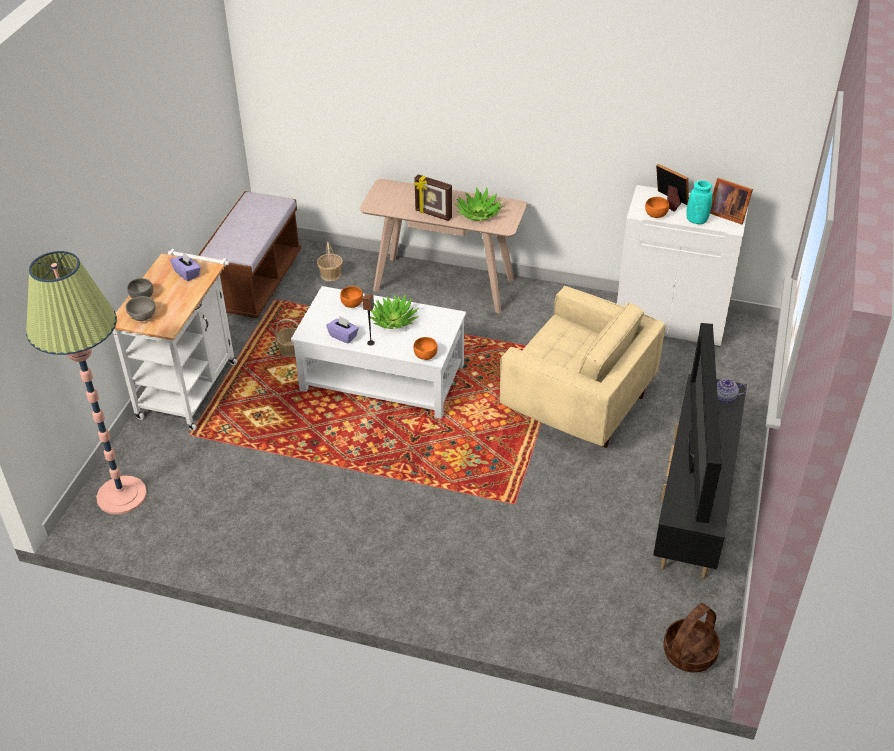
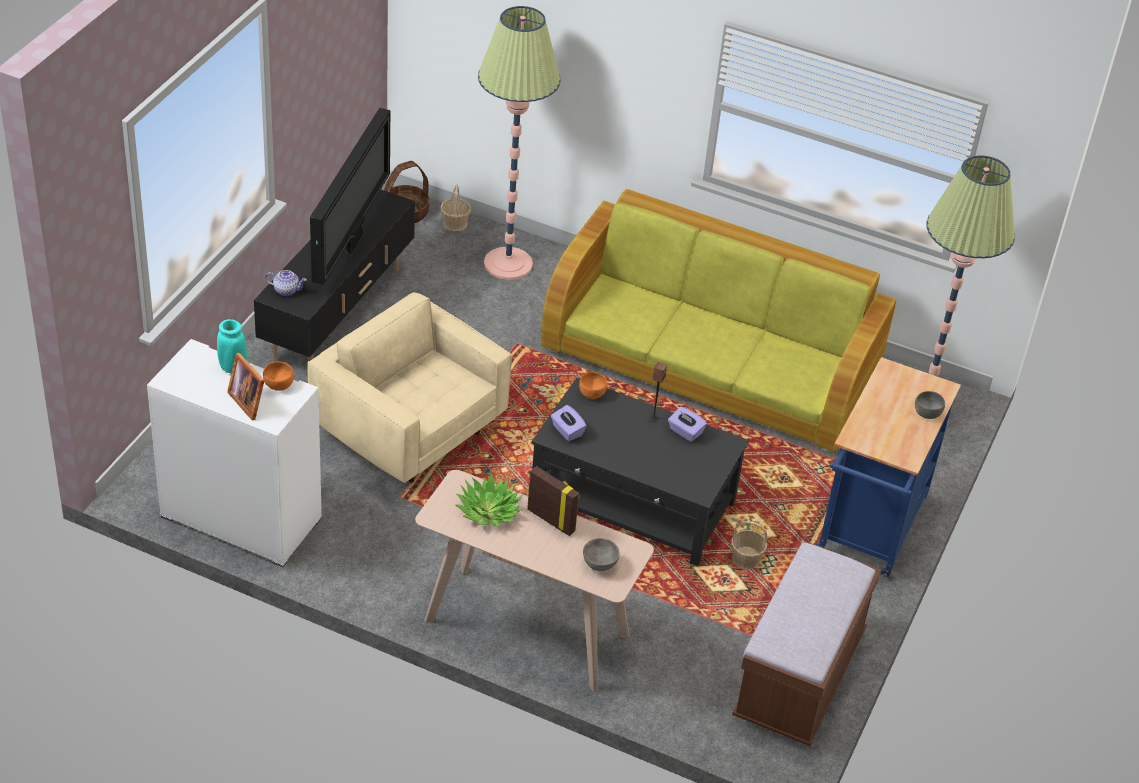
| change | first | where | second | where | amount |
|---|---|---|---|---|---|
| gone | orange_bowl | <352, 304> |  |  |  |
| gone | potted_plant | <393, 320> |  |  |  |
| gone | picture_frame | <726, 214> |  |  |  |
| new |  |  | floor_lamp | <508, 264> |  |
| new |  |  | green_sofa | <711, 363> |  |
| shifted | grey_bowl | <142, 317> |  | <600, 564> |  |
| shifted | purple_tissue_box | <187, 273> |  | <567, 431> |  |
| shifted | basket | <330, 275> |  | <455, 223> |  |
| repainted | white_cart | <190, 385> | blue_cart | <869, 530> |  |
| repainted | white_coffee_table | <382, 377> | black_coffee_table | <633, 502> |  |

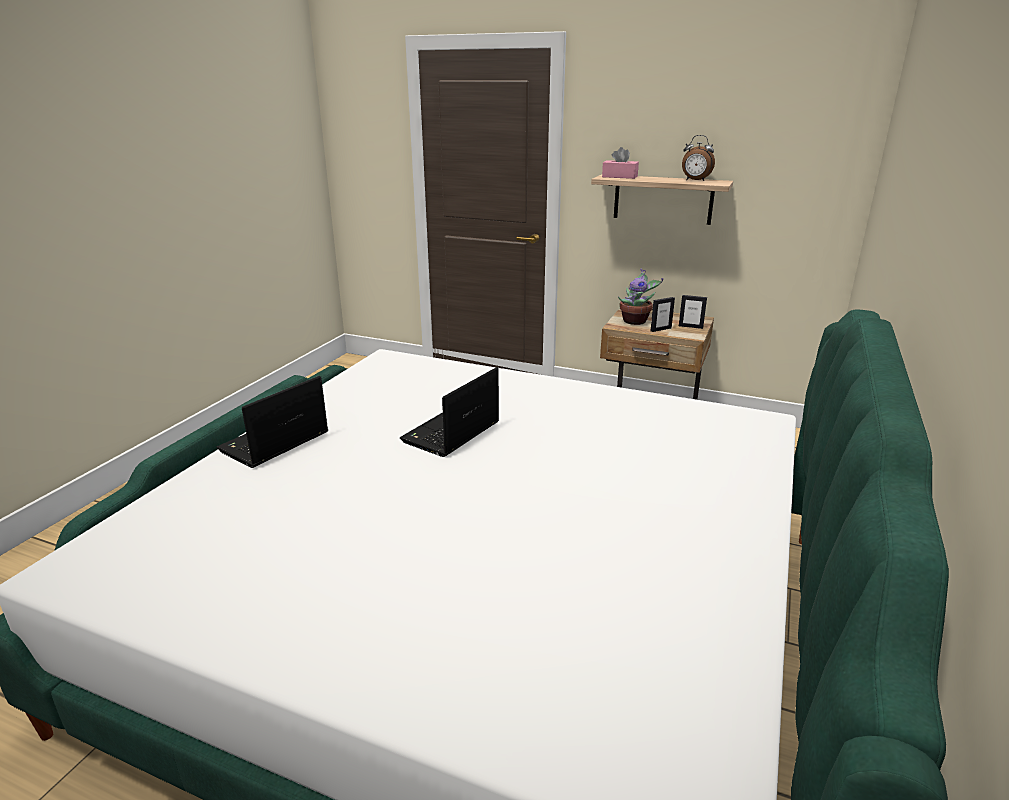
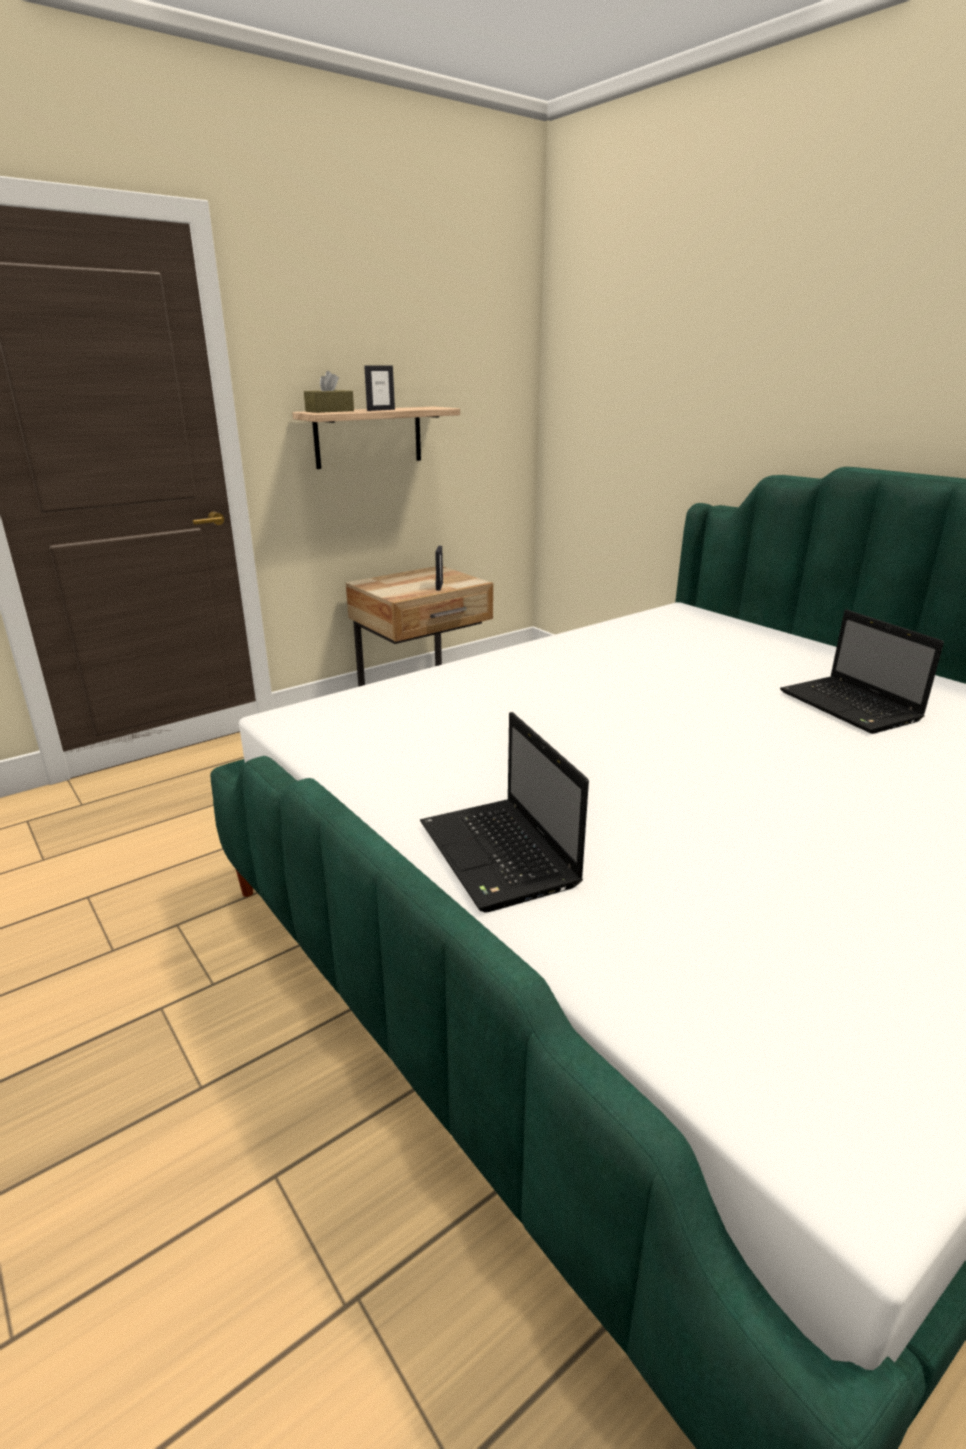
| change | first | where | second | where | amount |
|---|---|---|---|---|---|
| gone | potted_plant | <636, 321> |  |  |  |
| gone | alarm_clock | <695, 180> |  |  |  |
| shifted | laptop | <450, 433> |  | <852, 707> |  |
| shifted | picture_frame | <690, 326> |  | <380, 410> |  |
| repainted | pink_tissue_box | <619, 177> | brown_tissue_box | <330, 411> |  |

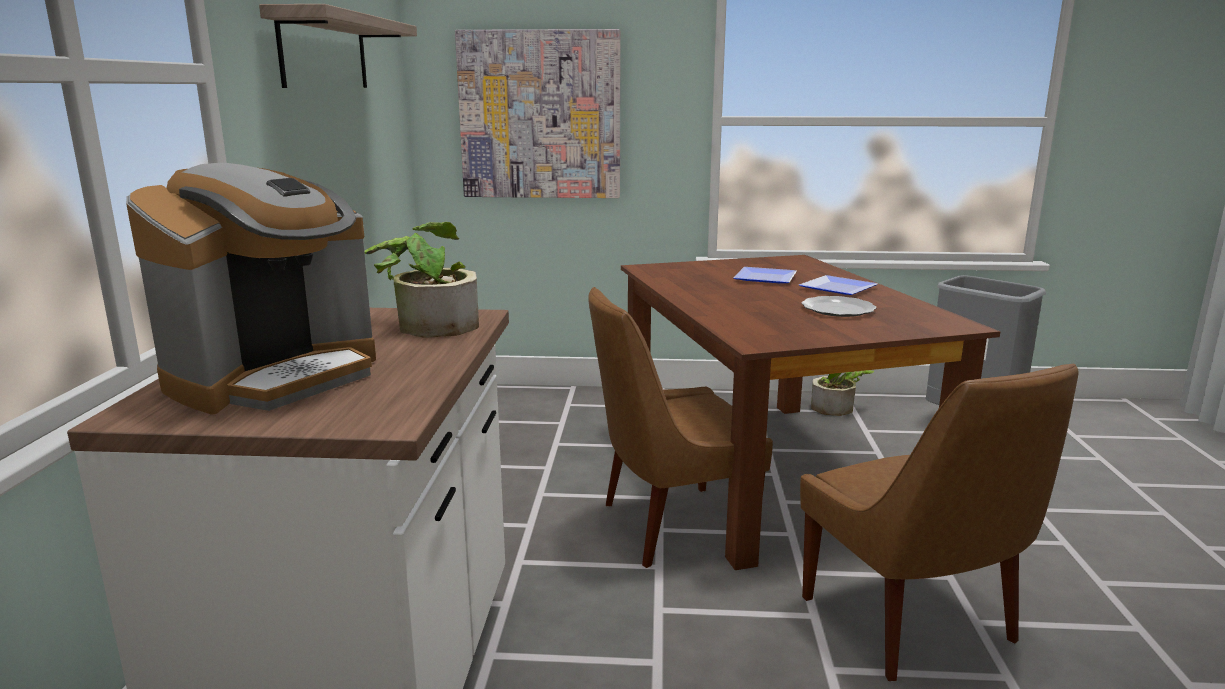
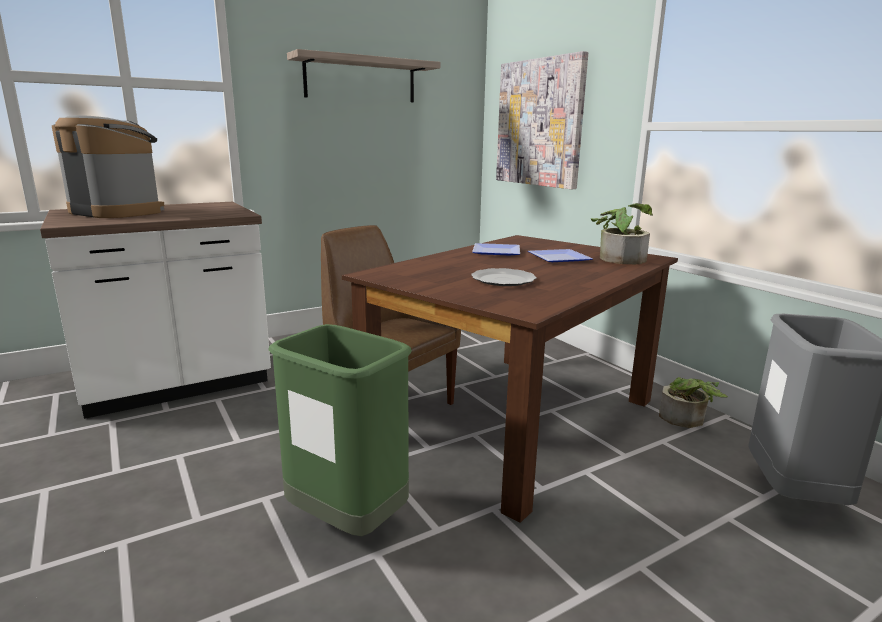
| change | first | where | second | where | amount |
|---|---|---|---|---|---|
| shifted | potted_plant | <429, 324> |  | <619, 258> |  |
| shifted | plate | <840, 288> |  | <498, 252> |  |
| swapped | brown_chair | <912, 624> | green_trash_can | <347, 522> |  |
| rotated | coffee_machine | <276, 377> |  | <118, 212> | 150 degrees counterclockwise |

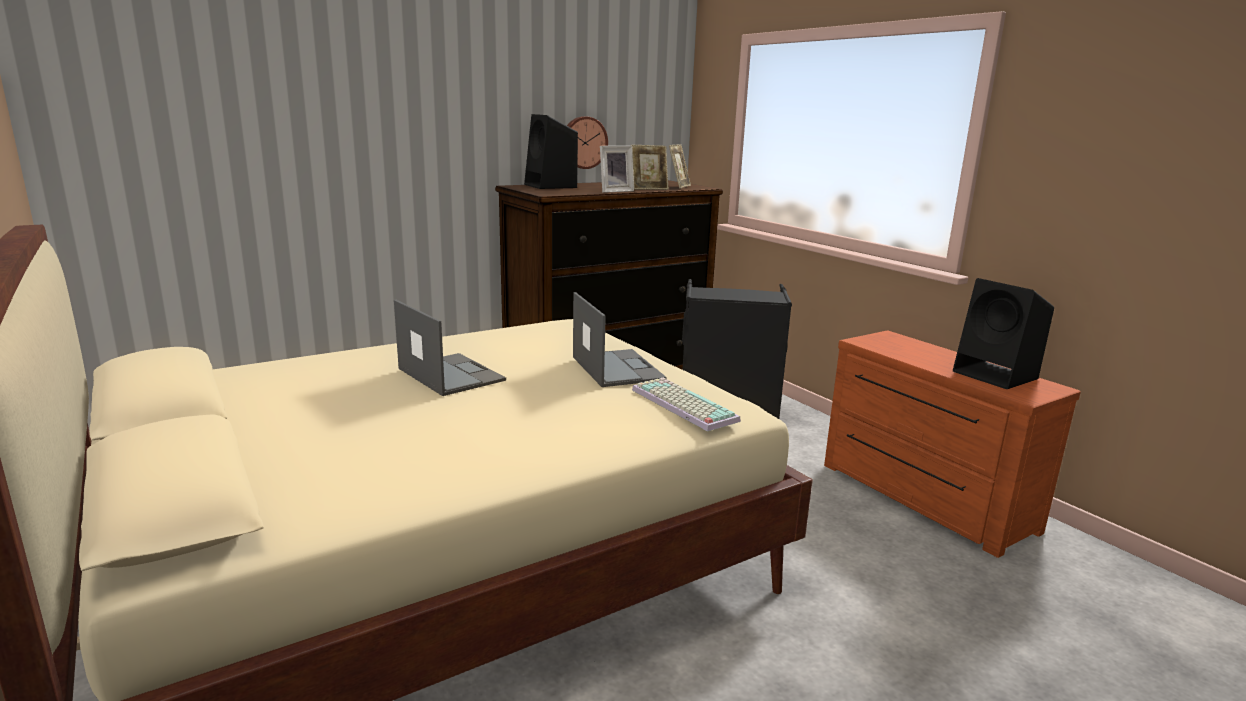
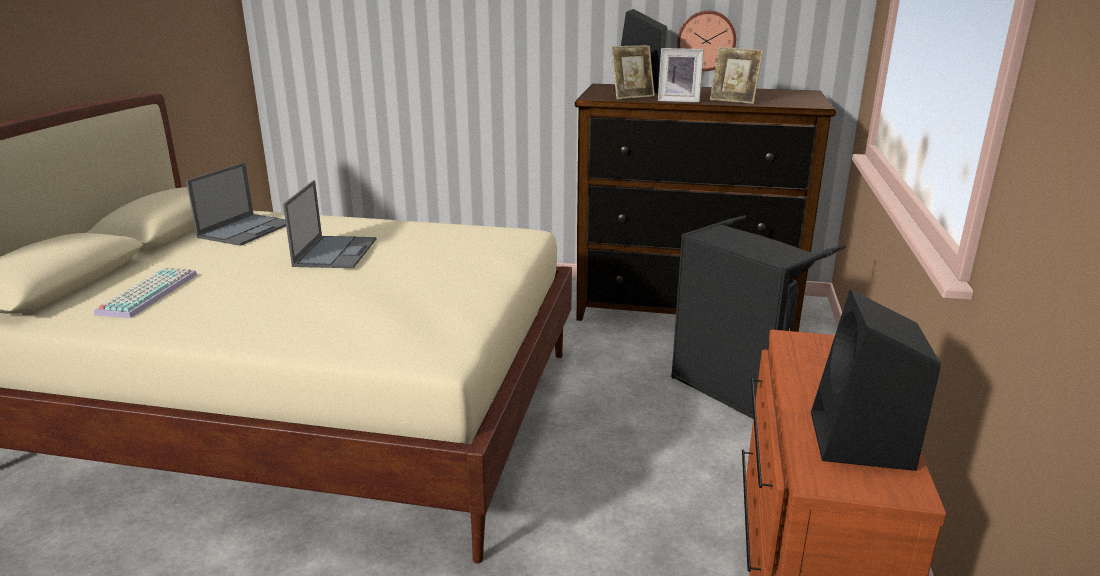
| change | first | where | second | where | amount |
|---|---|---|---|---|---|
| shifted | laptop | <616, 368> |  | <247, 229> |  |
| shifted | keyboard | <680, 405> |  | <147, 293> |  |
| shifted | picture_frame | <679, 186> |  | <632, 97> |  |

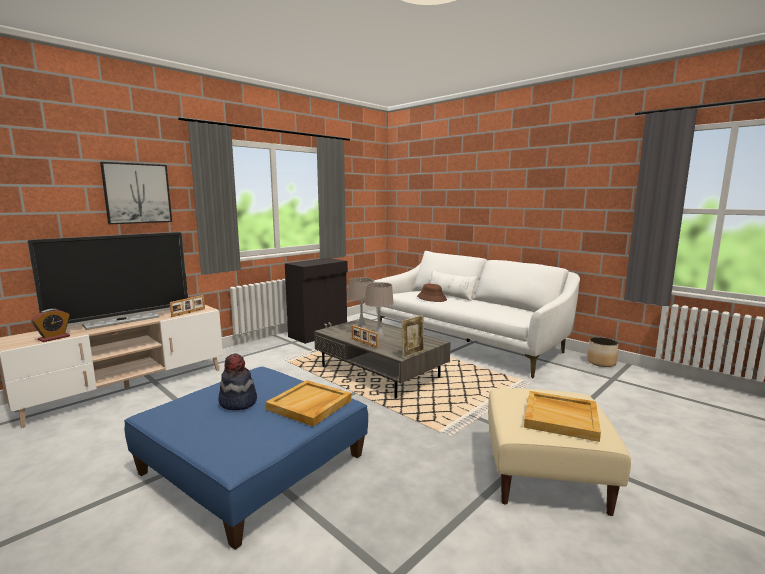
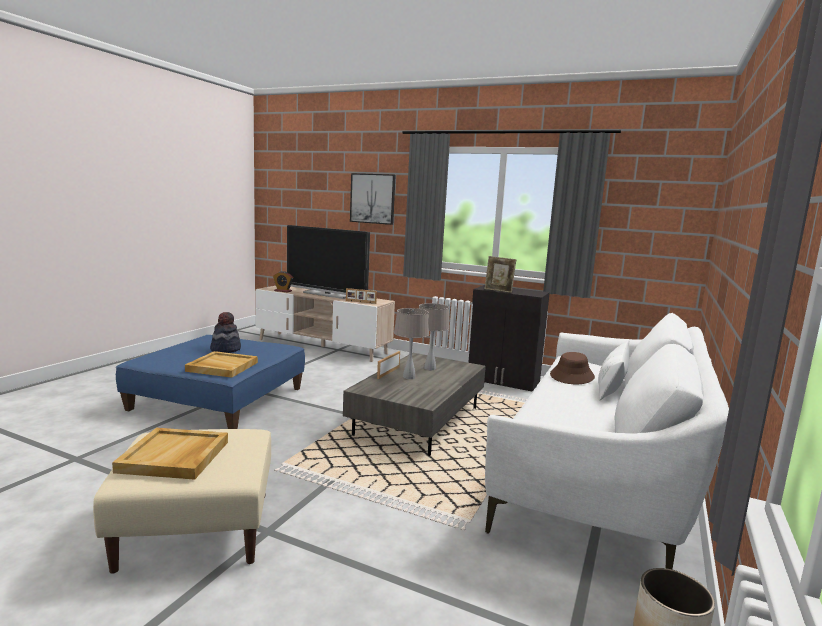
| change | first | where | second | where | amount |
|---|---|---|---|---|---|
| shifted | picture_frame | <413, 354> |  | <498, 290> |  |

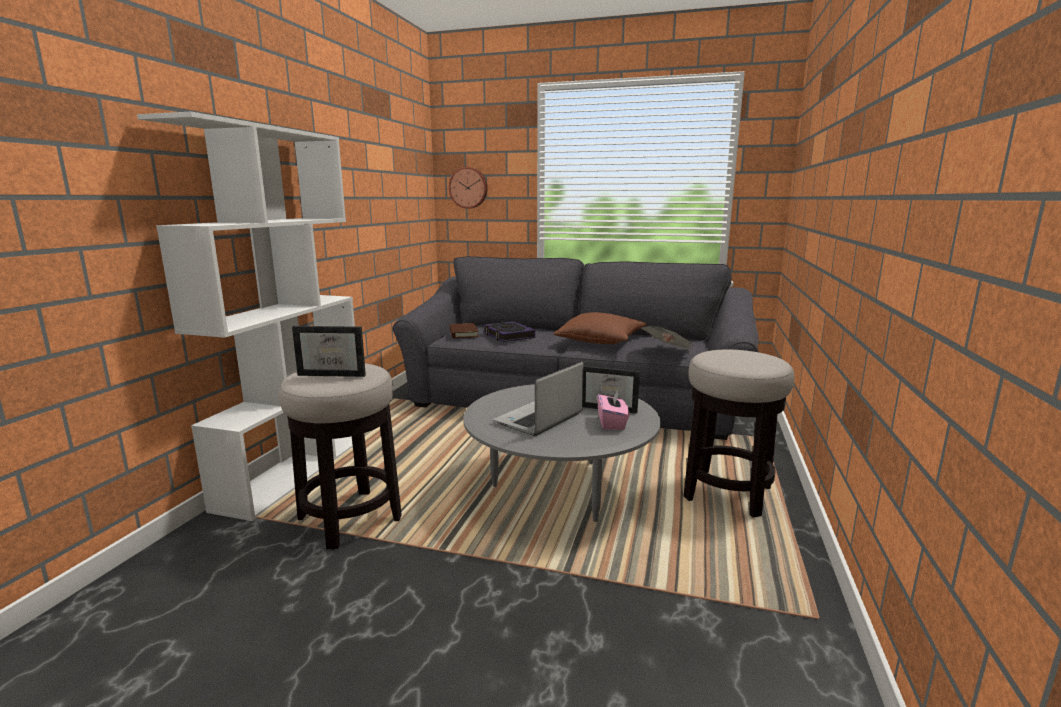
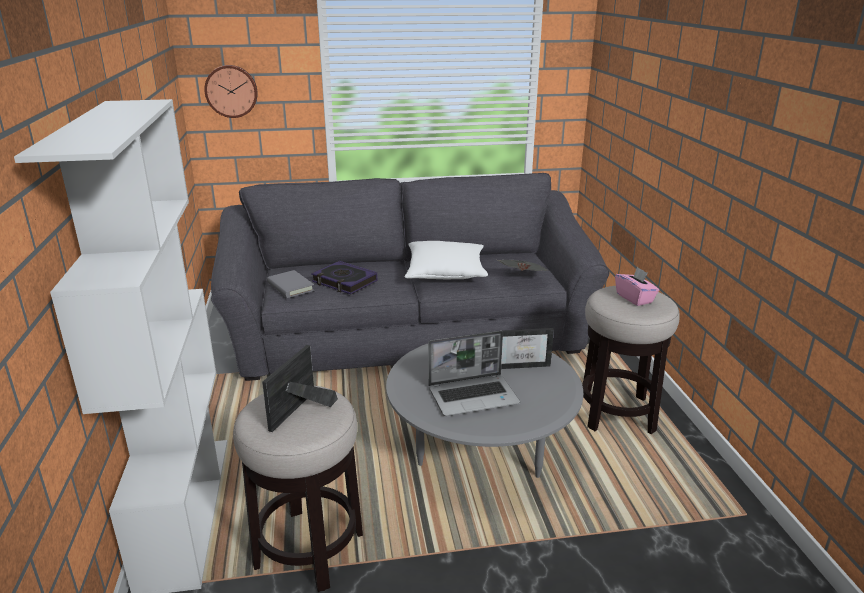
| change | first | where | second | where | amount |
|---|---|---|---|---|---|
| shifted | pink_tissue_box | <612, 423> |  | <634, 298> |  |
| repainted | brown_book | <463, 333> | grey_book | <290, 287> |  |
| repainted | brown_pillow | <601, 341> | white_pillow | <445, 273> |  |
| rotated | picture_frame | <335, 373> |  | <298, 413> | 135 degrees clockwise |
| rotated | laptop | <539, 419> |  | <474, 396> | 120 degrees counterclockwise |

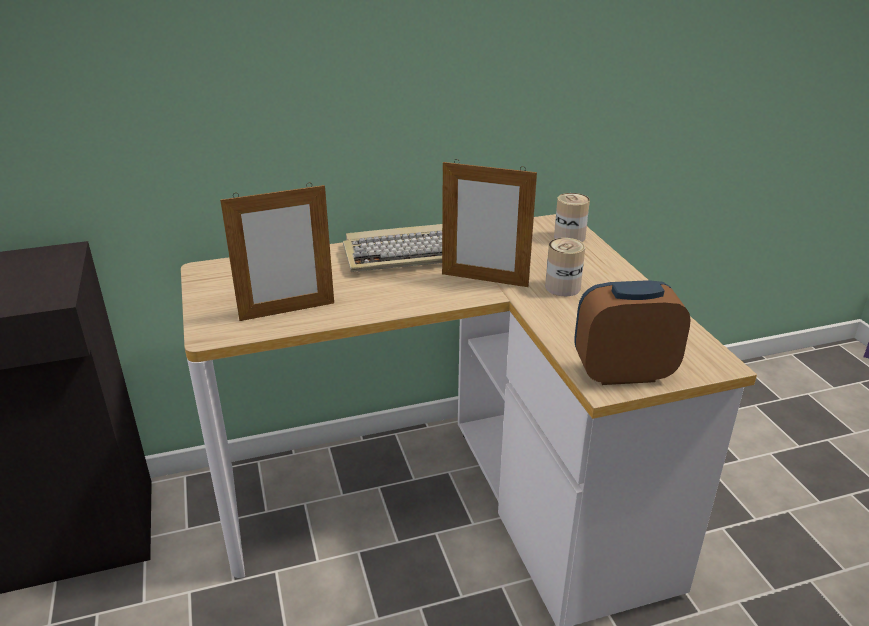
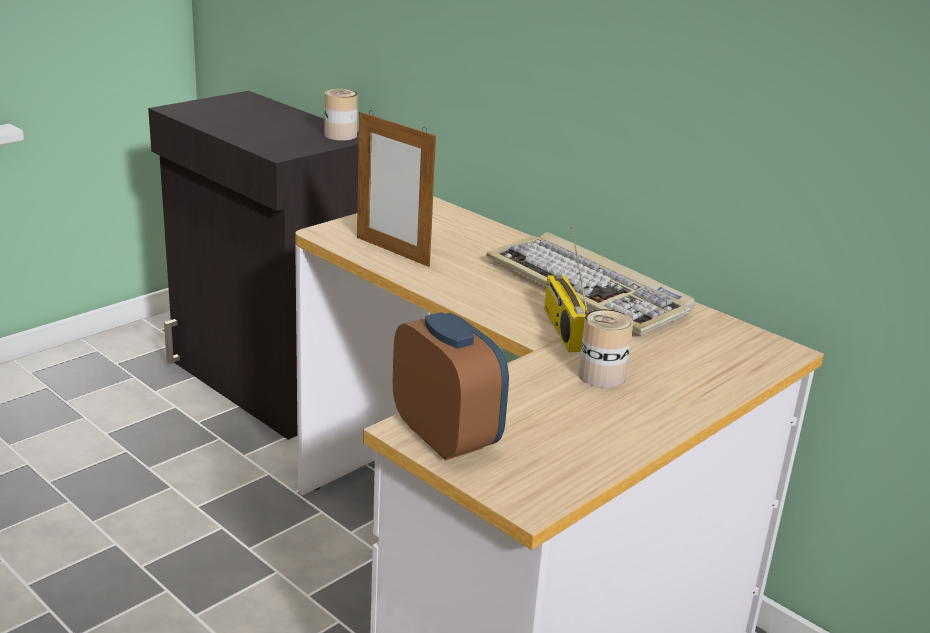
| change | first | where | second | where | amount |
|---|---|---|---|---|---|
| shifted | can | <569, 237> |  | <340, 135> |  |
| swapped | picture_frame | <484, 280> | radio | <562, 328> |  |

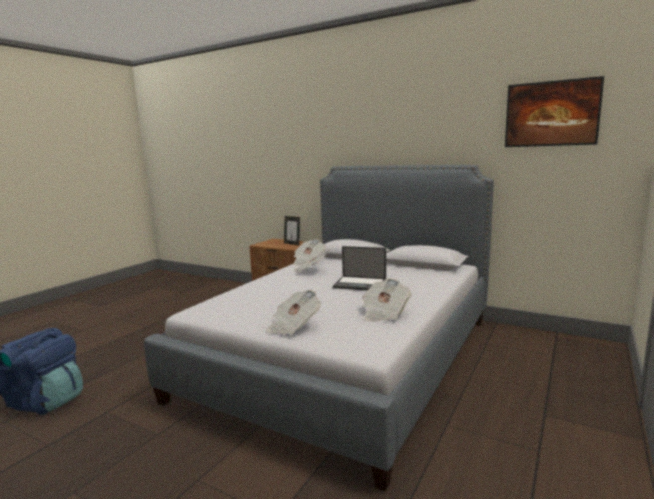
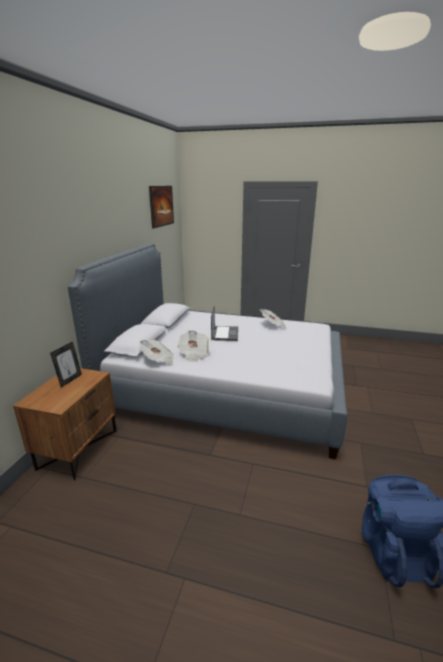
| change | first | where | second | where | amount |
|---|---|---|---|---|---|
| gone | newspaper | <293, 326> |  |  |  |

